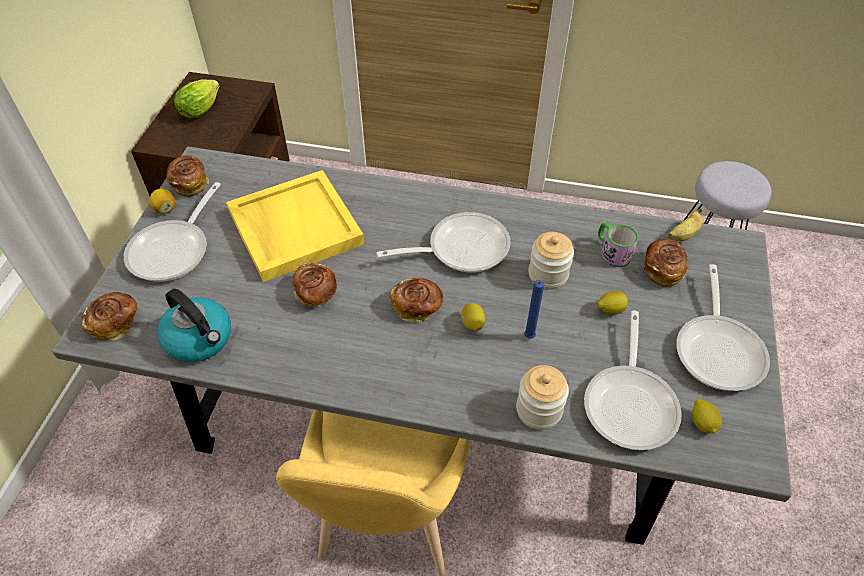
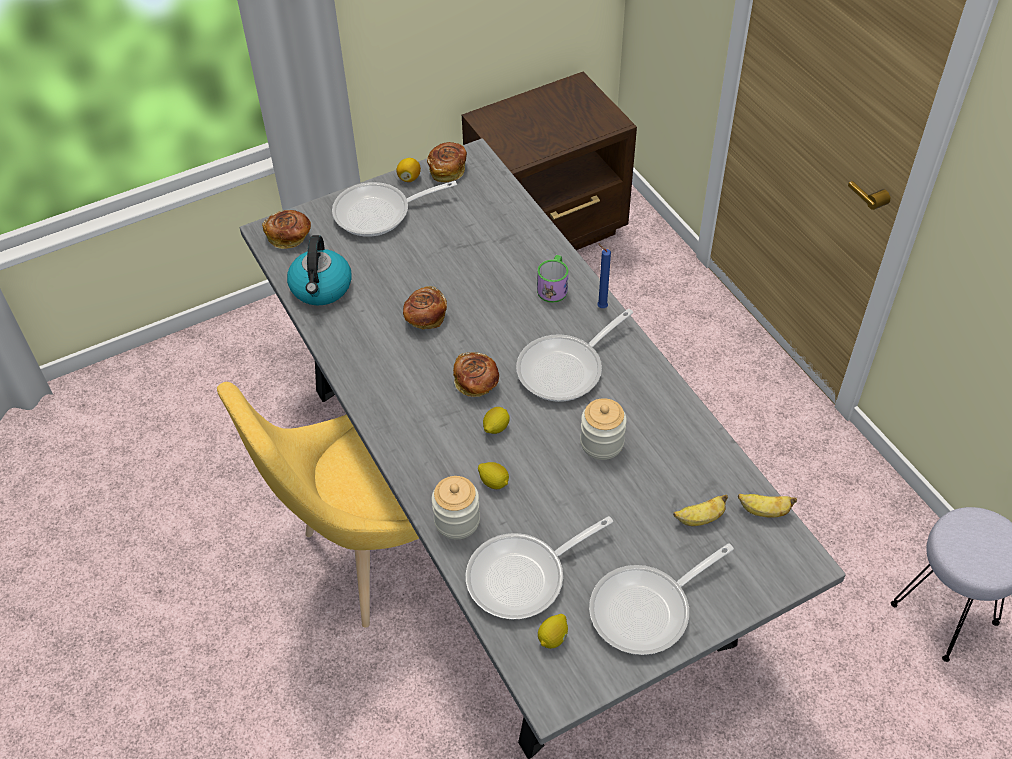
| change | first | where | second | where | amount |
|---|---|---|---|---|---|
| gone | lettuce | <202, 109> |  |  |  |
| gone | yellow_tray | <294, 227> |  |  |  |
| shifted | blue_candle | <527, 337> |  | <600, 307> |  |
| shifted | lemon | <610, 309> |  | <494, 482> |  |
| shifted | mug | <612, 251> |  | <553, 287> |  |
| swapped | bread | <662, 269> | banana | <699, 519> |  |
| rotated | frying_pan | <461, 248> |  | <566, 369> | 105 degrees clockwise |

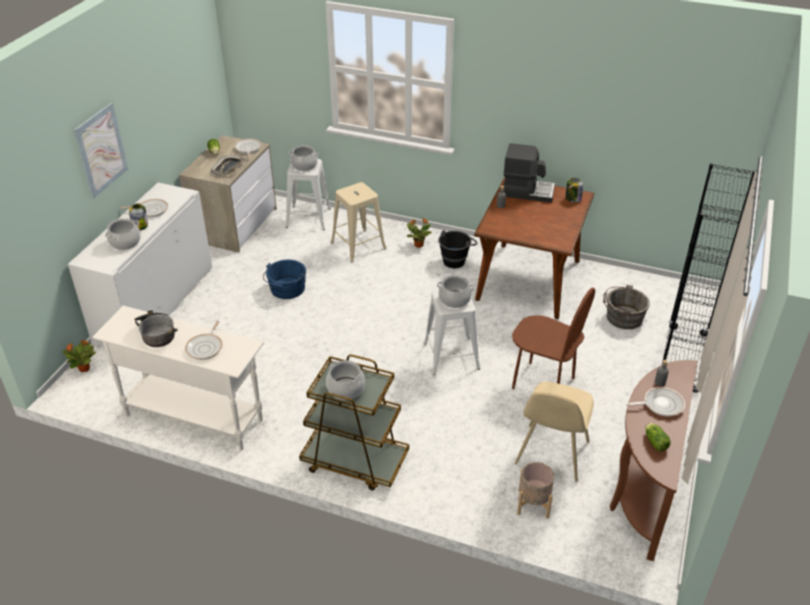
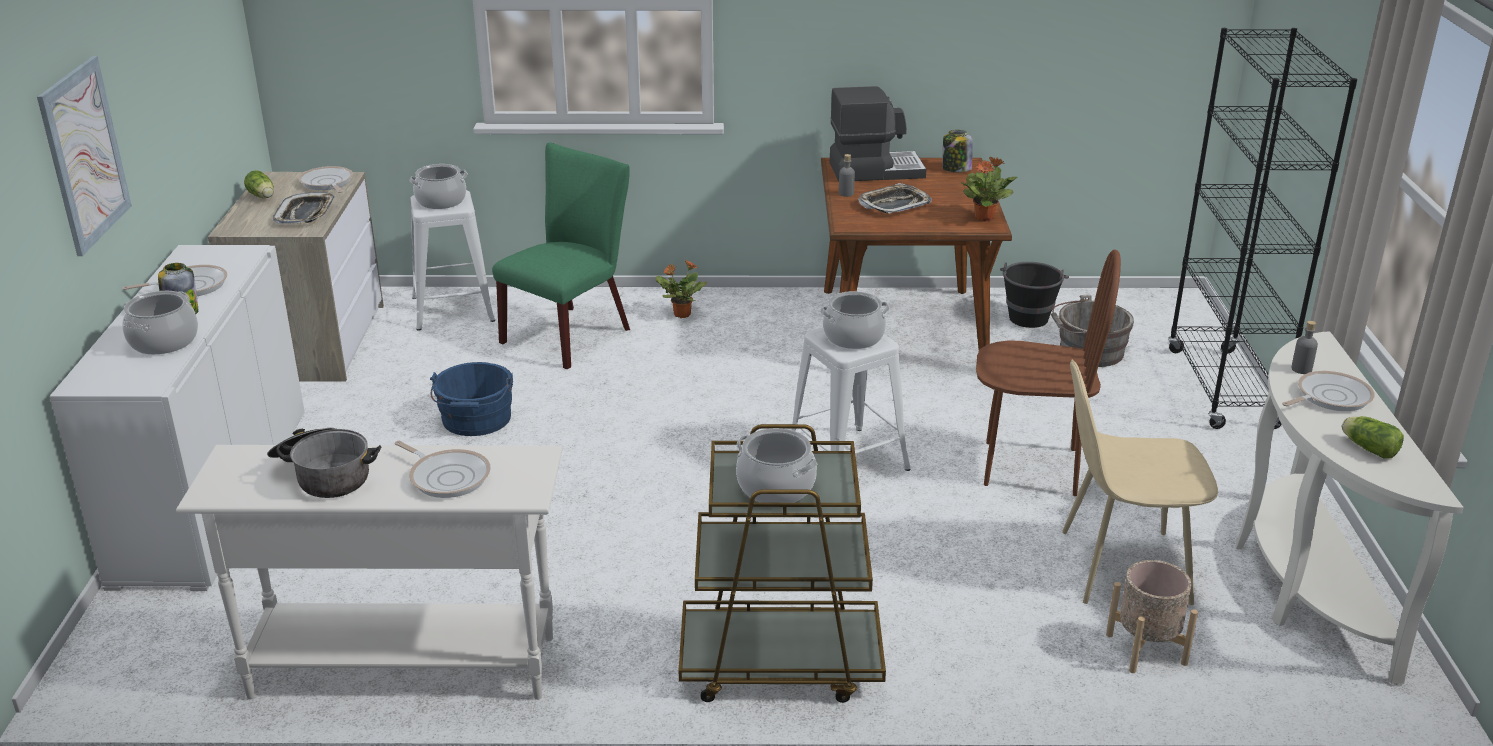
| change | first | where | second | where | amount |
|---|---|---|---|---|---|
| new |  |  | tray | <894, 204> |  |
| shifted | potted_plant | <85, 368> |  | <984, 218> |  |
| shifted | black_bucket | <456, 259> |  | <1029, 315> |  |
| swapped | beige_stool | <358, 245> | green_chair | <572, 333> |  |
| repainted | brown_console_table | <641, 489> | white_console_table | <1302, 582> |  |
| rotated | frying_pan | <206, 347> |  | <447, 477> | 45 degrees counterclockwise |
| rotated | beige_chair | <551, 454> |  | <1120, 567> | 90 degrees clockwise |

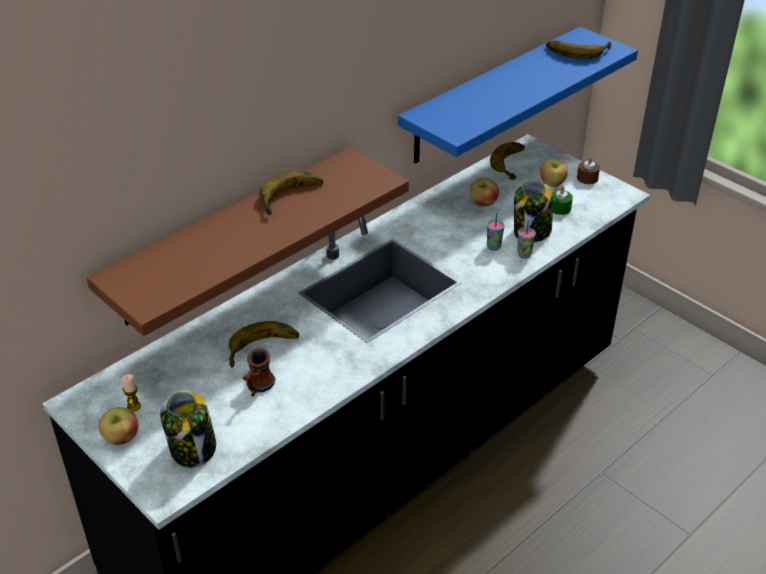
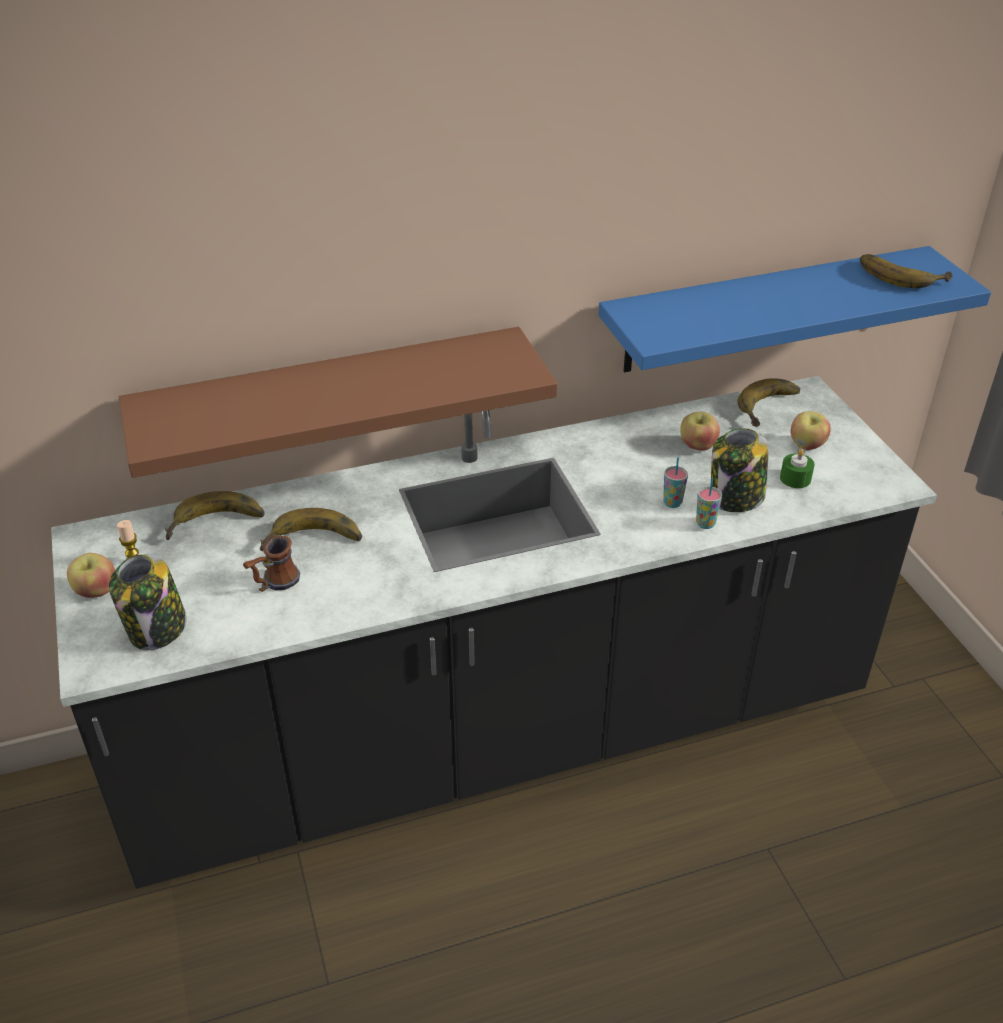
| change | first | where | second | where | amount |
|---|---|---|---|---|---|
| gone | brown_candle | <587, 178> |  |  |  |
| shifted | banana | <293, 198> |  | <217, 525> |  |

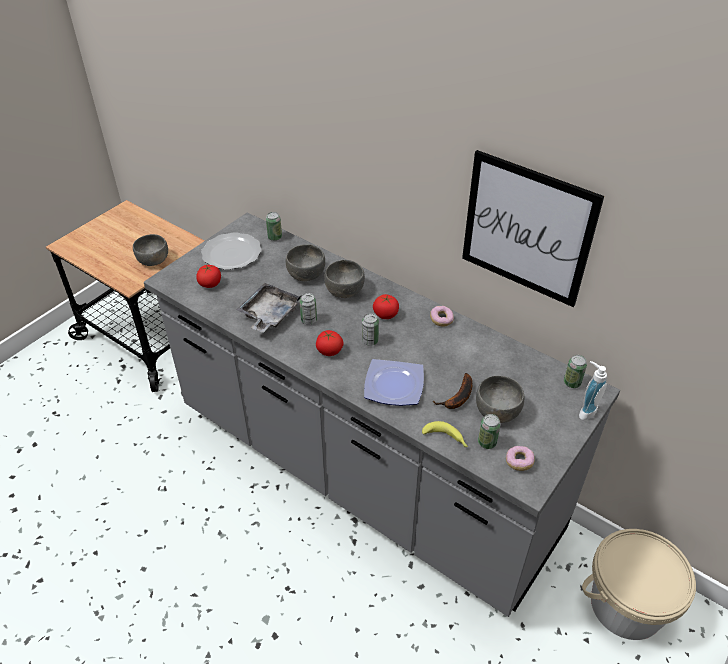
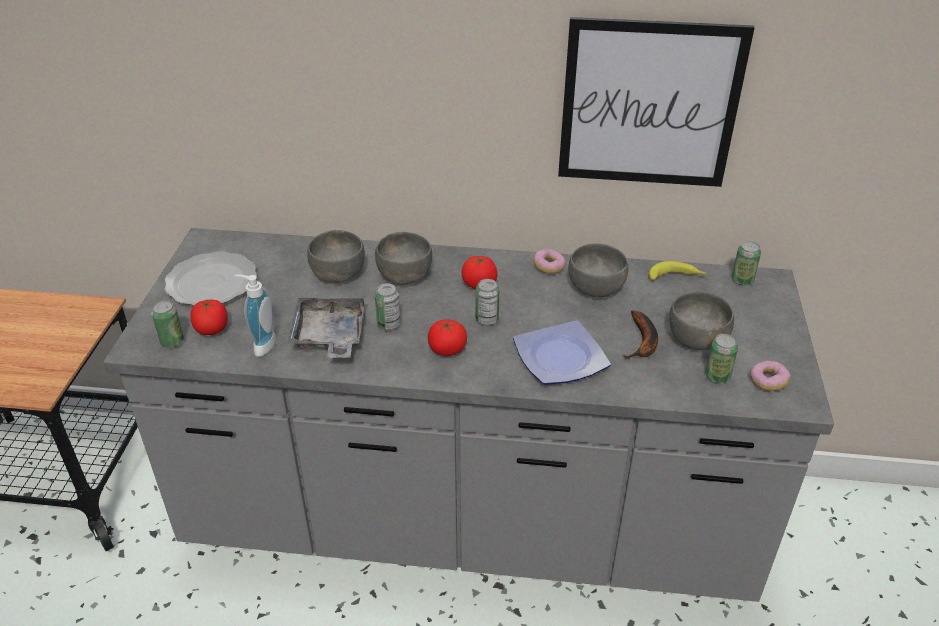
| change | first | where | second | where | amount |
|---|---|---|---|---|---|
| gone | beige_bucket | <626, 605> |  |  |  |
| shifted | grey_bowl | <153, 260> |  | <596, 288> |  |
| shifted | can | <275, 237> |  | <172, 341> |  |
| shifted | banana | <446, 439> |  | <676, 277> |  |
| shifted | soap_dispenser | <585, 410> |  | <261, 345> |  |

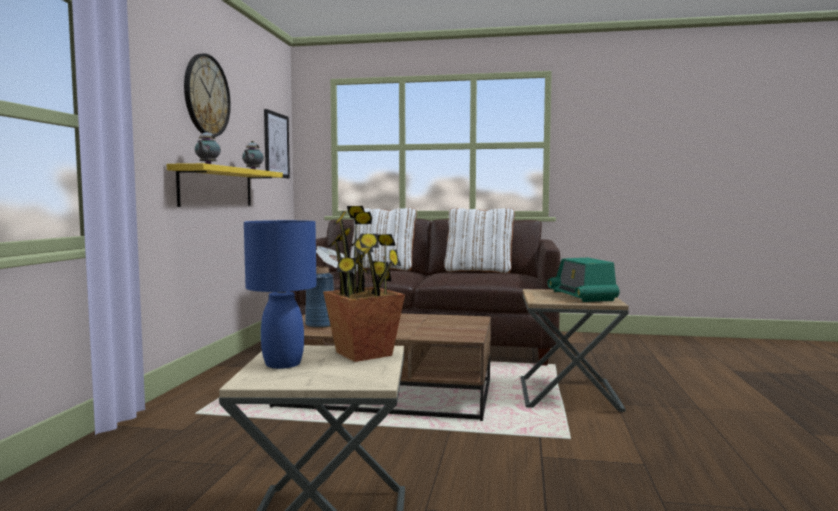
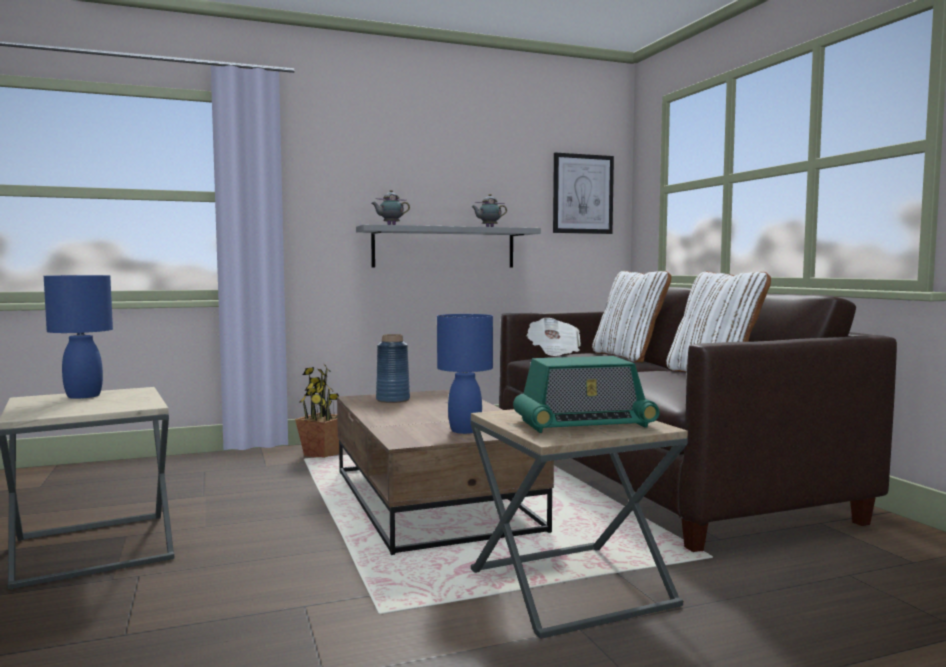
| change | first | where | second | where | amount |
|---|---|---|---|---|---|
| gone | wall_clock | <206, 96> |  |  |  |
| new |  |  | blue_table_lamp | <464, 430> |  |
| shifted | potted_plant | <364, 354> |  | <322, 454> |  |
| repainted | yellow_shelf | <217, 187> | grey_shelf | <444, 247> |  |
| rotated | radio | <582, 296> |  | <584, 424> | 150 degrees counterclockwise |

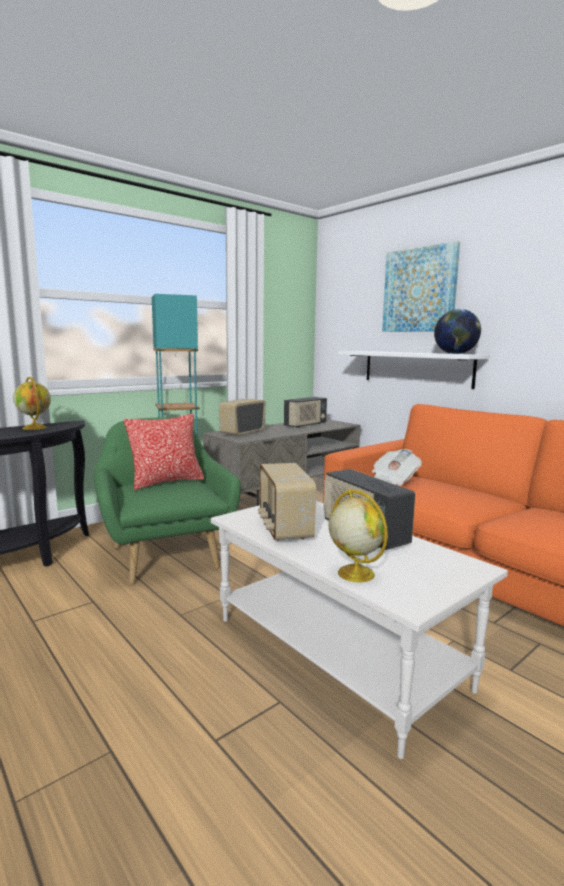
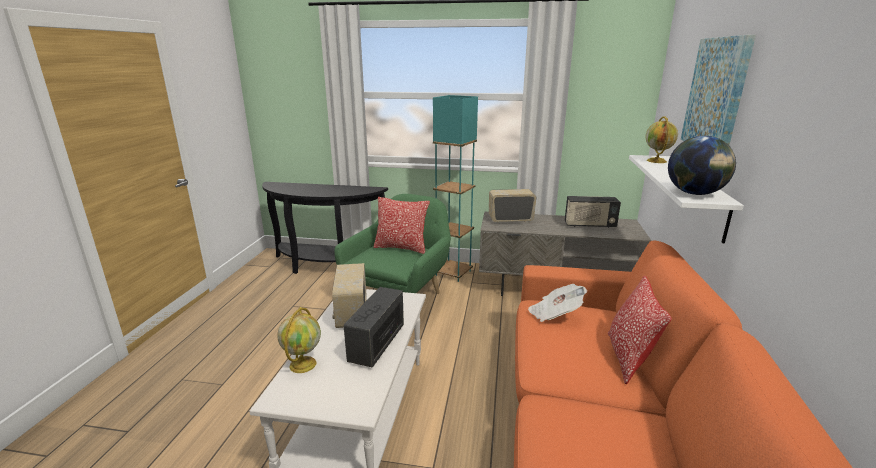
| change | first | where | second | where | amount |
|---|---|---|---|---|---|
| new |  |  | pillow | <628, 358> |  |
| shifted | globe | <35, 428> |  | <657, 161> |  |
| rotated | radio | <283, 528> |  | <351, 314> | 45 degrees counterclockwise |

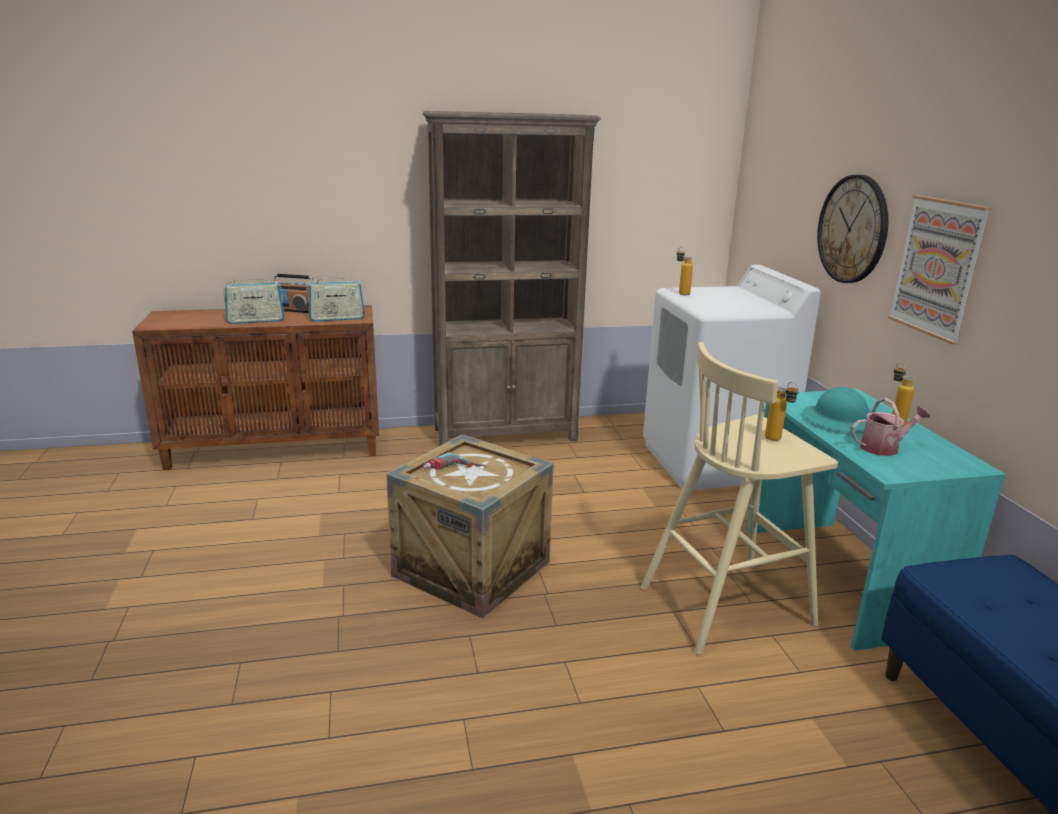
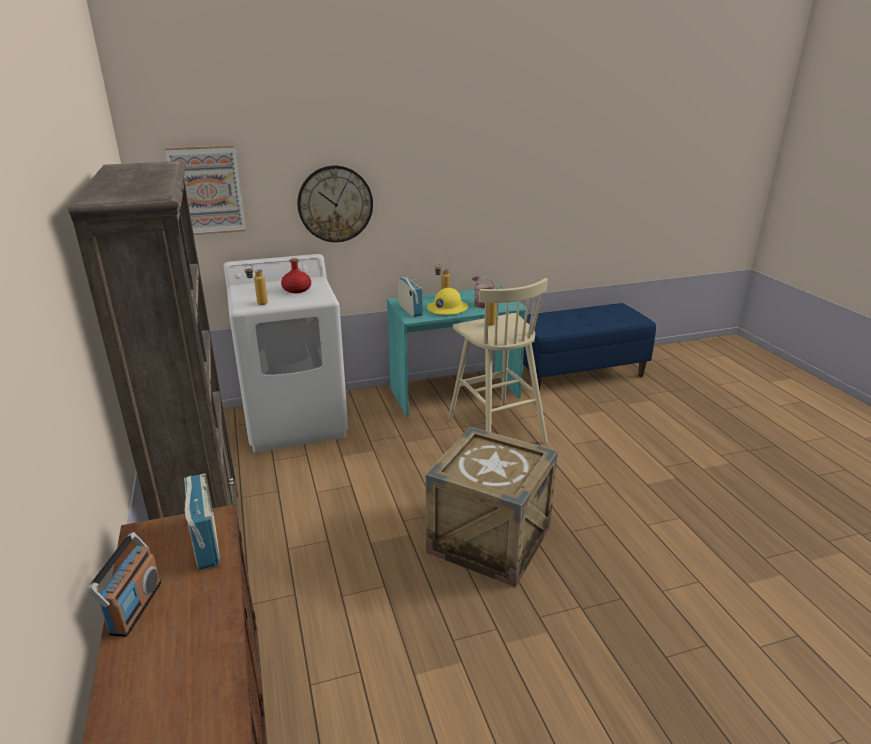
| change | first | where | second | where | amount |
|---|---|---|---|---|---|
| gone | power_drill | <453, 470> |  |  |  |
| new |  |  | red_bottle | <297, 290> |  |
| shifted | radio | <256, 321> |  | <410, 310> |  |
| shifted | picture | <937, 267> |  | <207, 190> |  |
| repainted | turquoise_hard_hat | <839, 421> | yellow_hard_hat | <447, 308> |  |

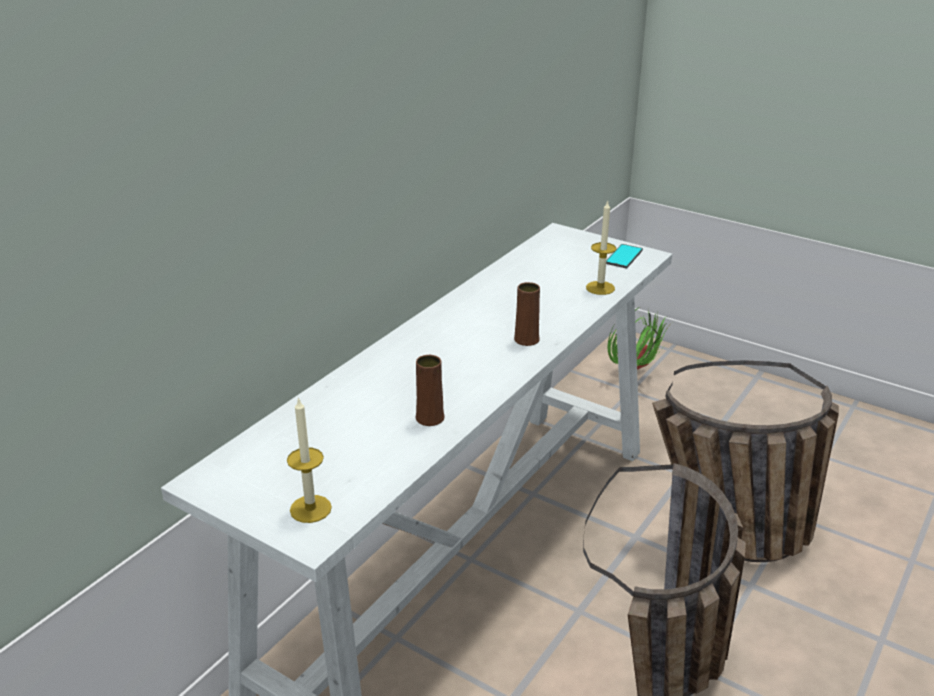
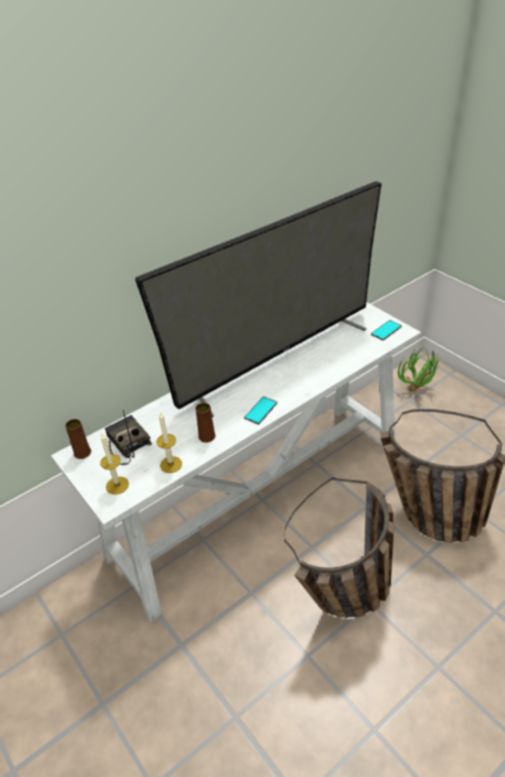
| change | first | where | second | where | amount |
|---|---|---|---|---|---|
| new |  |  | radio | <127, 444> |  |
| new |  |  | television | <277, 360> |  |
| new |  |  | phone | <260, 410> |  |
| shifted | brown_vase | <526, 339> |  | <82, 452> |  |
| shifted | candle | <600, 288> |  | <171, 464> |  |

